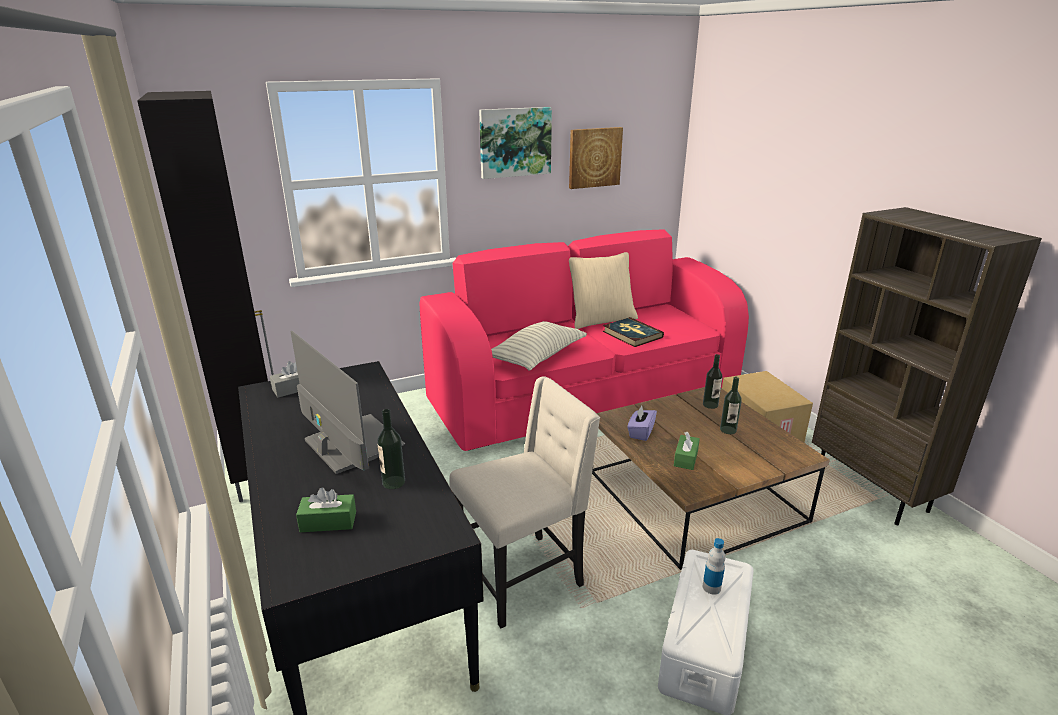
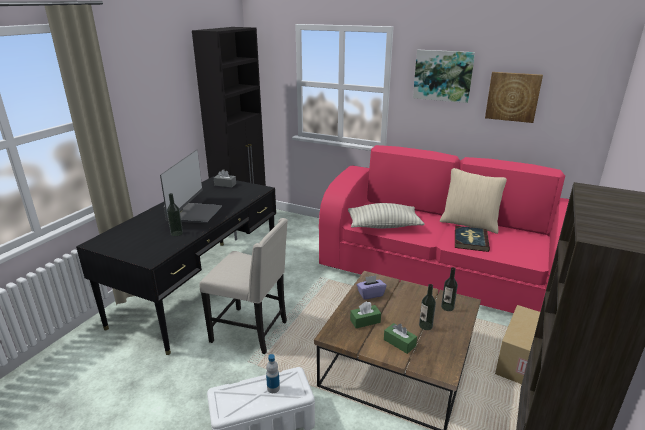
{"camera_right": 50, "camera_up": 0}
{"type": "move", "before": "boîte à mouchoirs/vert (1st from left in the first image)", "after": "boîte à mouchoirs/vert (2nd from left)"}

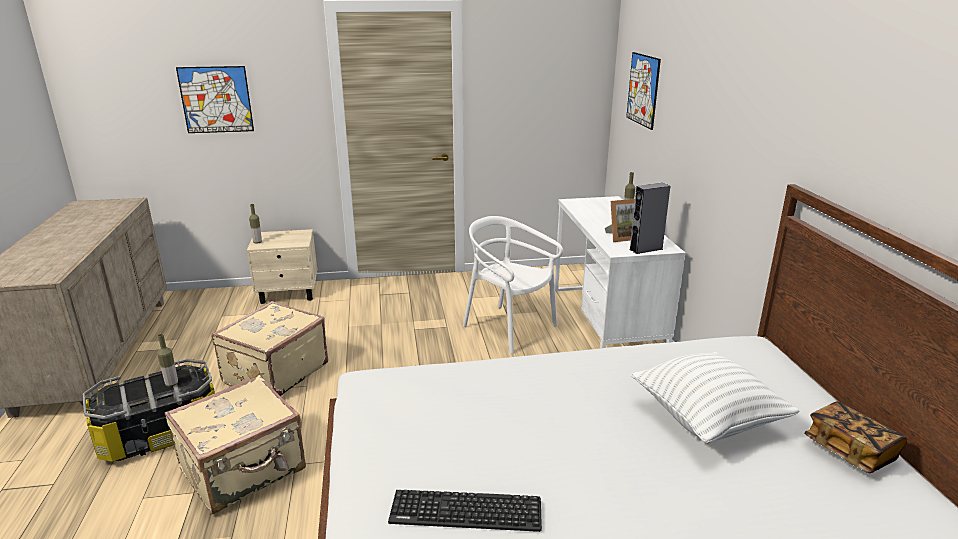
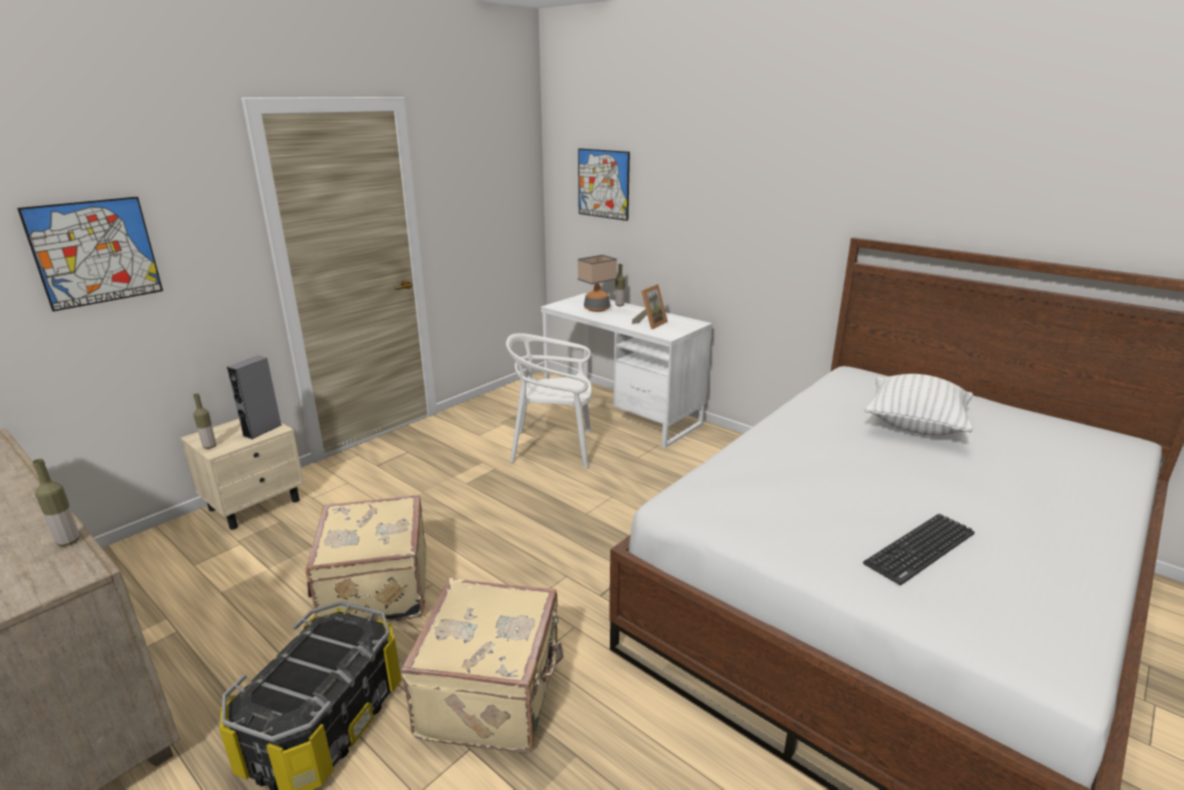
{"camera_right": -40, "camera_up": 0}
{"type": "move", "before": "enceinte/gris"}
{"type": "move", "before": "bouteille (1st from left)"}
{"type": "delete", "before": "livre"}
{"type": "insert", "after": "lampe de table"}

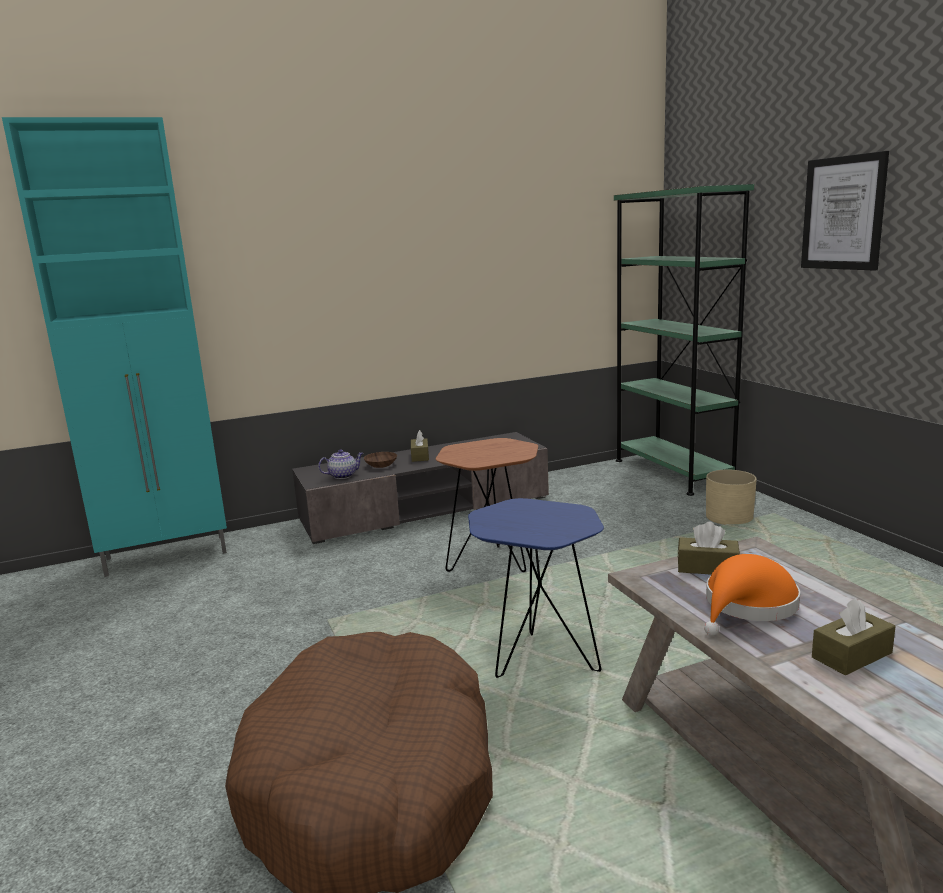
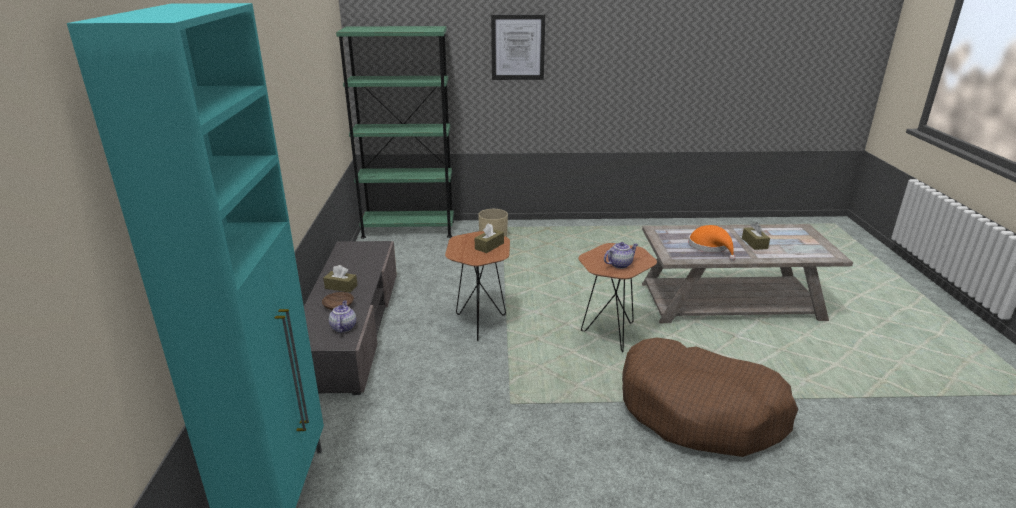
{"camera_right": -70, "camera_up": 10}
{"type": "recolor", "before": "table d'appoint/bleu", "after": "table d'appoint/marron (2nd from left)"}
{"type": "move", "before": "boîte à mouchoirs/marron (2nd from left)"}
{"type": "insert", "after": "théière (2nd from left)"}

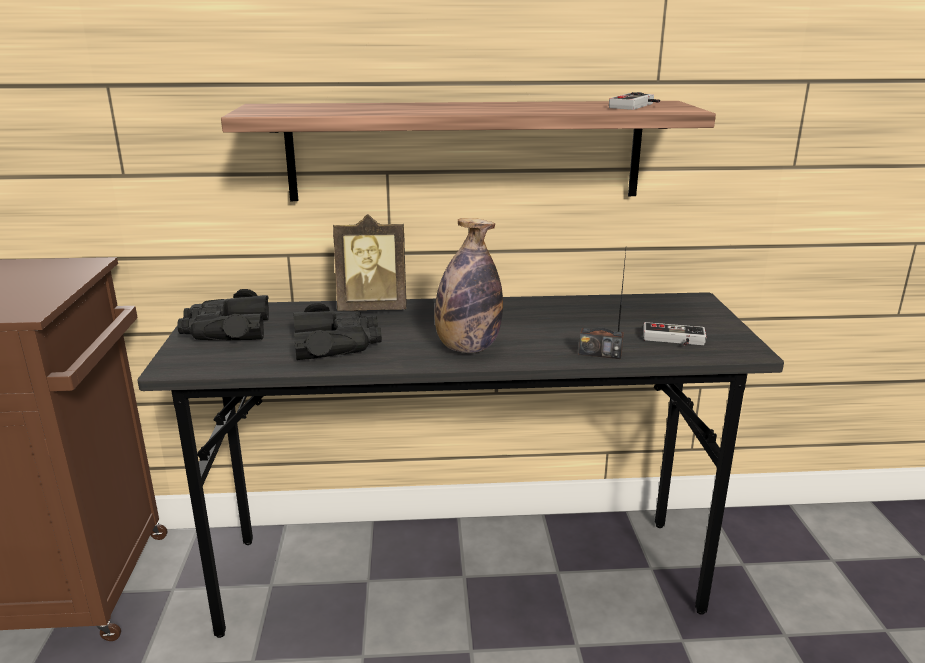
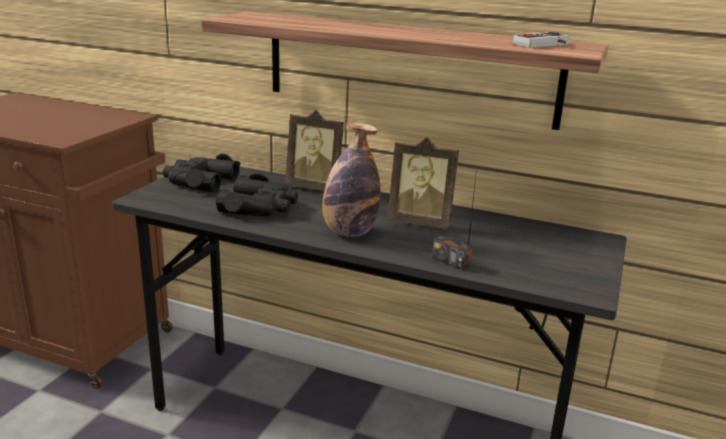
{"camera_right": 25, "camera_up": 0}
{"type": "delete", "before": "manette (2nd from left)"}
{"type": "insert", "after": "cadre photo (2nd from left)"}

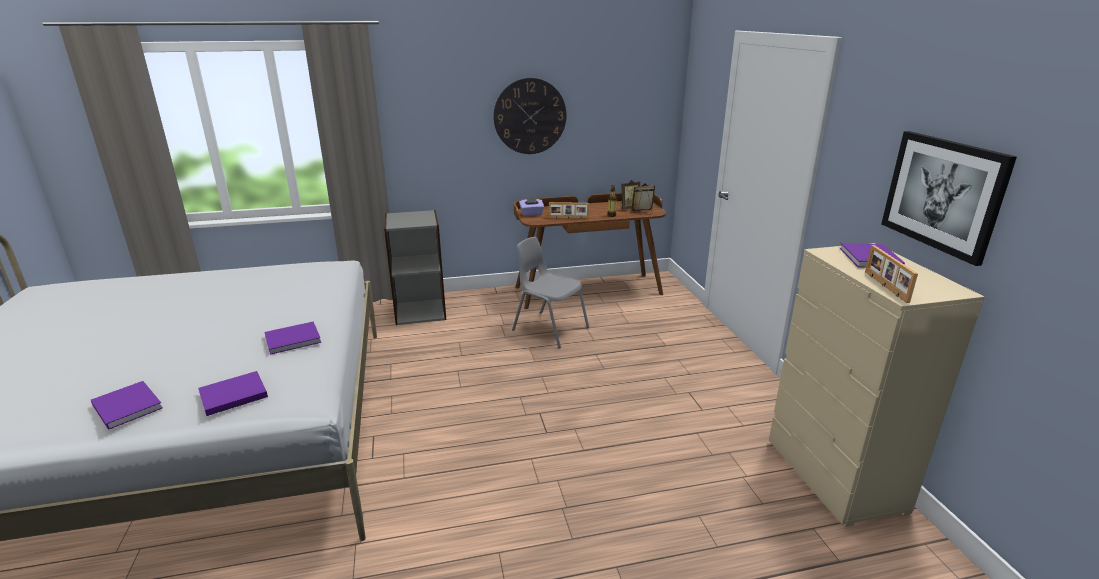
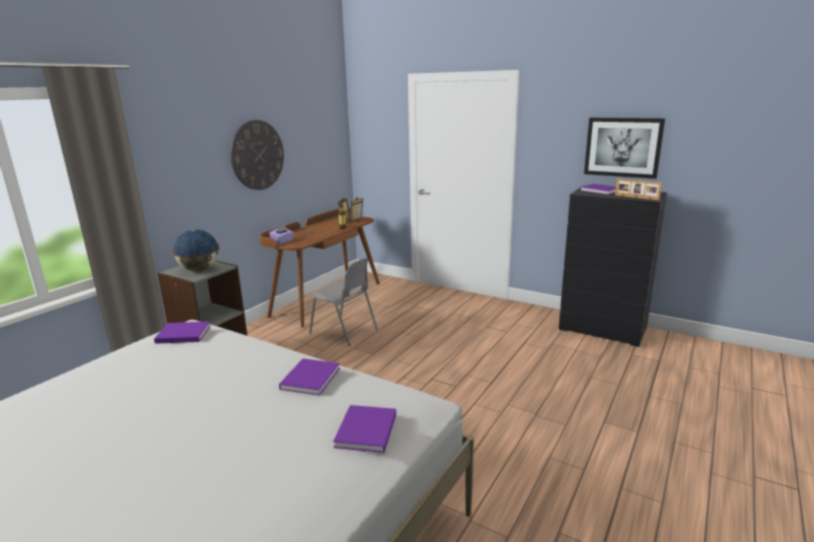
{"camera_right": -45, "camera_up": -5}
{"type": "delete", "before": "cadre photo (1st from left)"}
{"type": "rotate", "before": "chaise/gris", "turn": -135}
{"type": "recolor", "before": "commode/beige", "after": "commode/noir"}
{"type": "move", "before": "livre/violet (1st from left)"}
{"type": "insert", "after": "globe"}

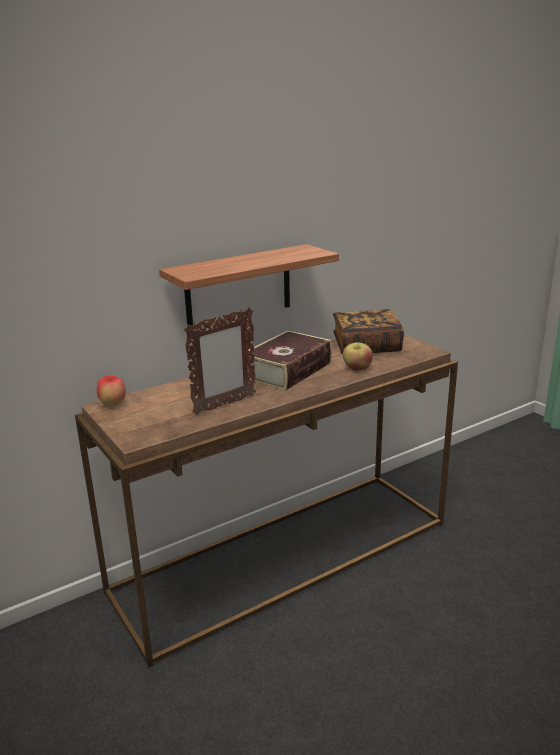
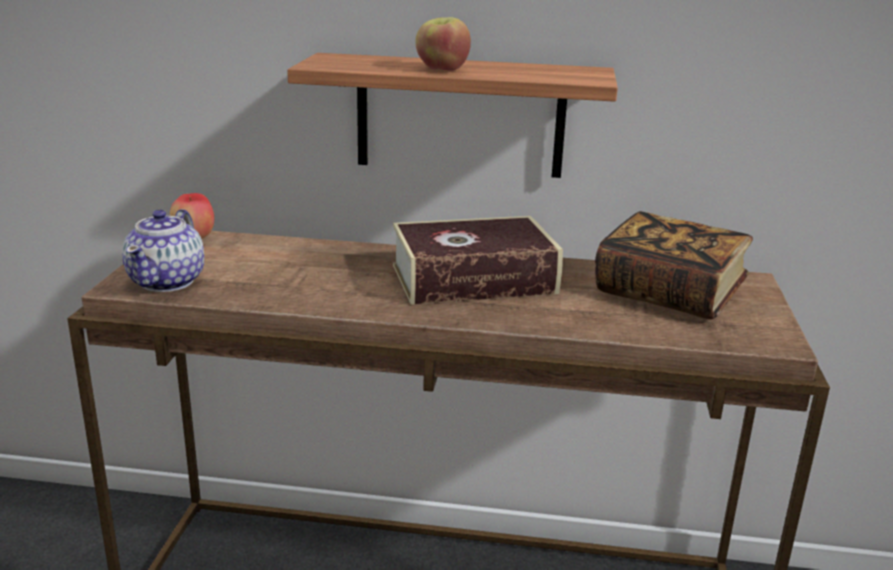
{"camera_right": 40, "camera_up": 0}
{"type": "delete", "before": "cadre photo"}
{"type": "move", "before": "pomme (2nd from left)"}
{"type": "insert", "after": "théière"}

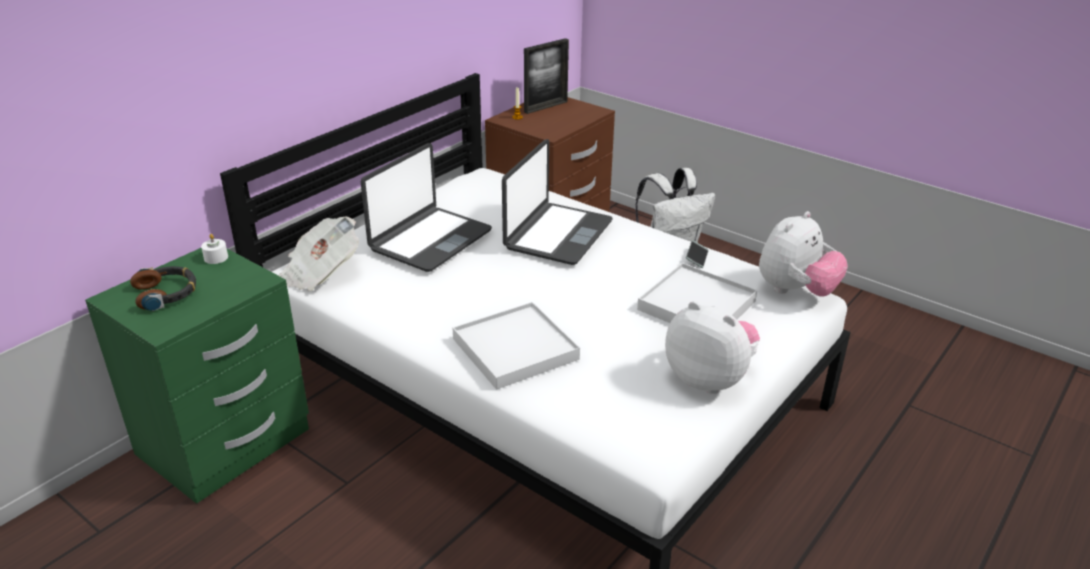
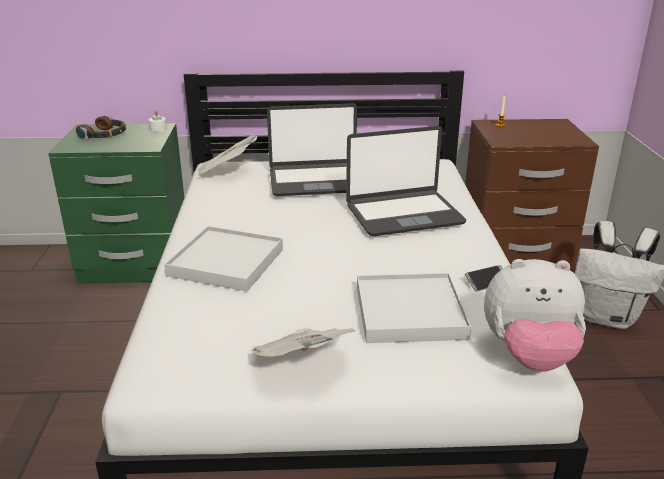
{"camera_right": 50, "camera_up": -5}
{"type": "delete", "before": "cadre photo"}
{"type": "replace", "before": "peluche (1st from left)", "after": "journal (2nd from left)"}

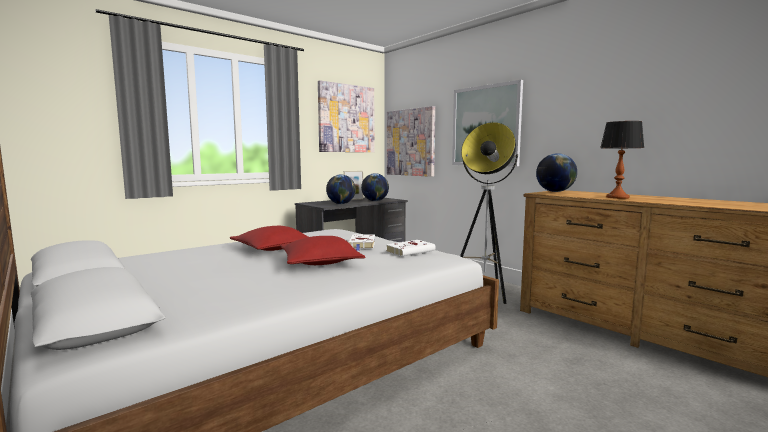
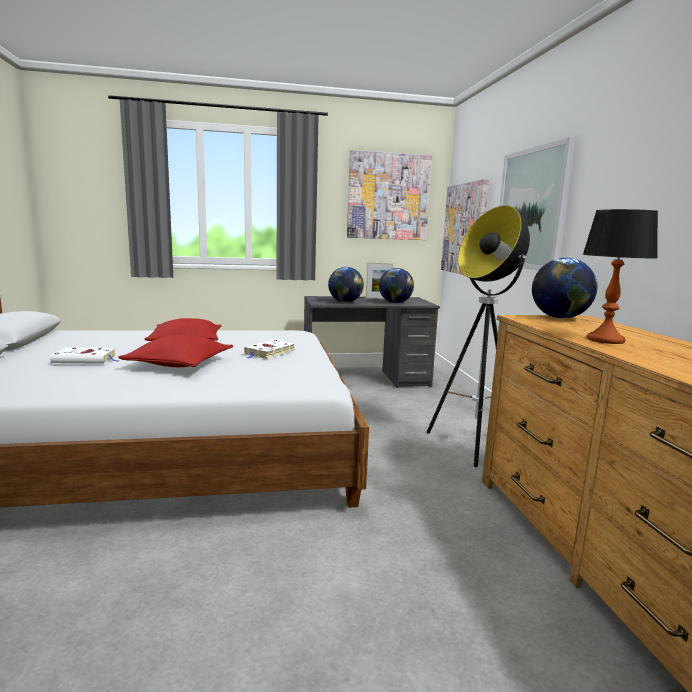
{"camera_right": 30, "camera_up": 5}
{"type": "move", "before": "livre/blanc (2nd from left in the first image)", "after": "livre/blanc (1st from left)"}

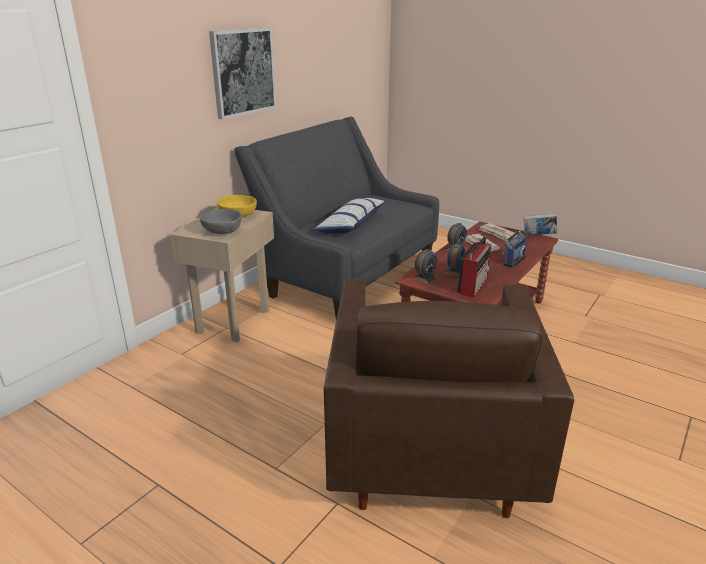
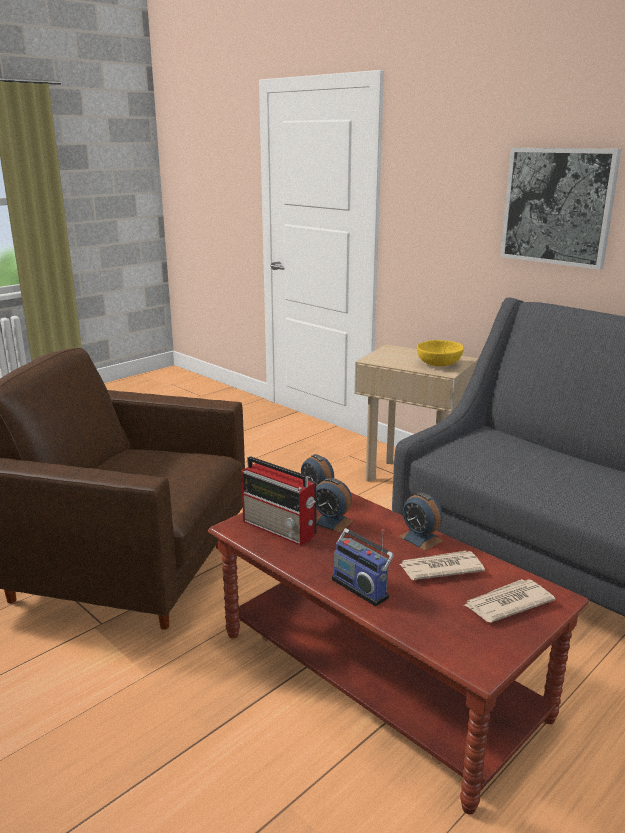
{"camera_right": 100, "camera_up": -5}
{"type": "delete", "before": "coussin"}
{"type": "delete", "before": "bol/gris"}
{"type": "delete", "before": "livre"}

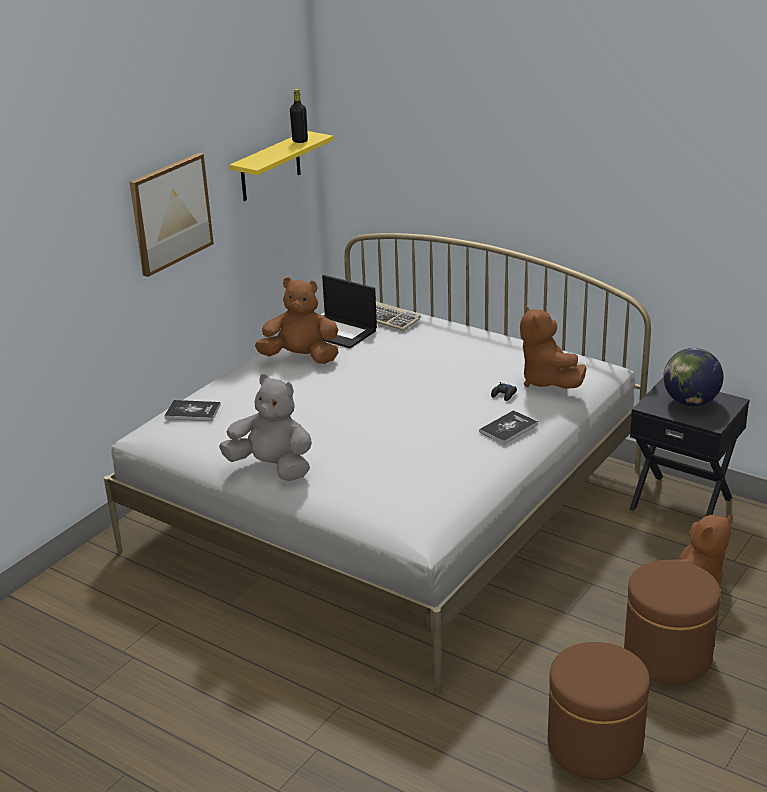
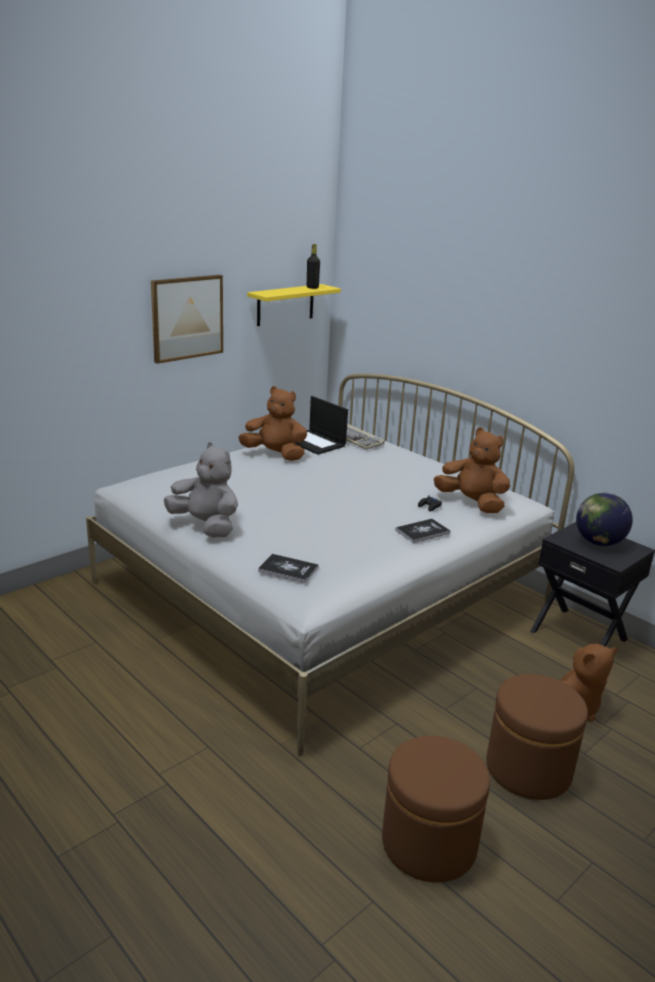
{"camera_right": 10, "camera_up": -5}
{"type": "rotate", "before": "peluche/marron (2nd from left)", "turn": 135}
{"type": "move", "before": "livre (1st from left)"}

